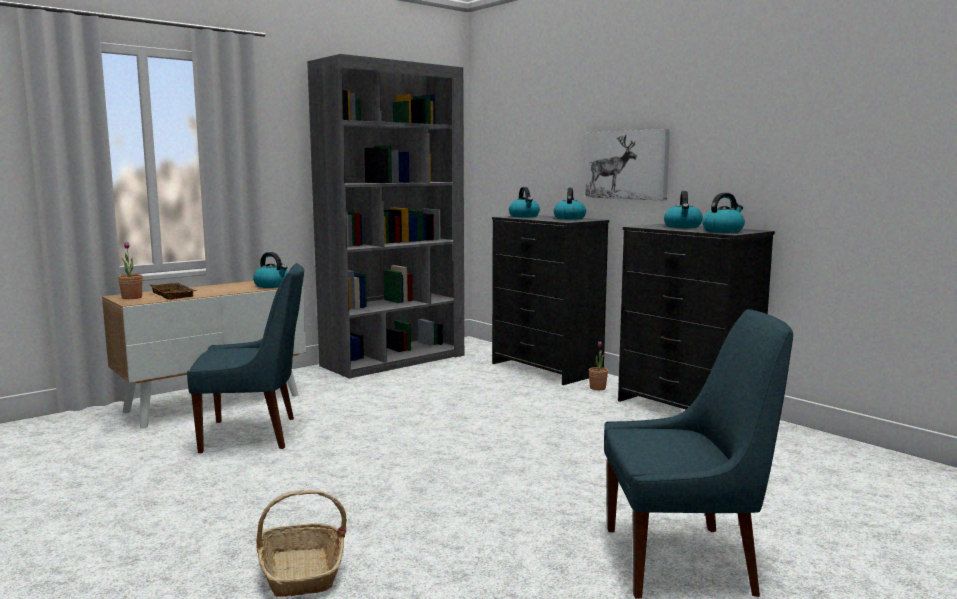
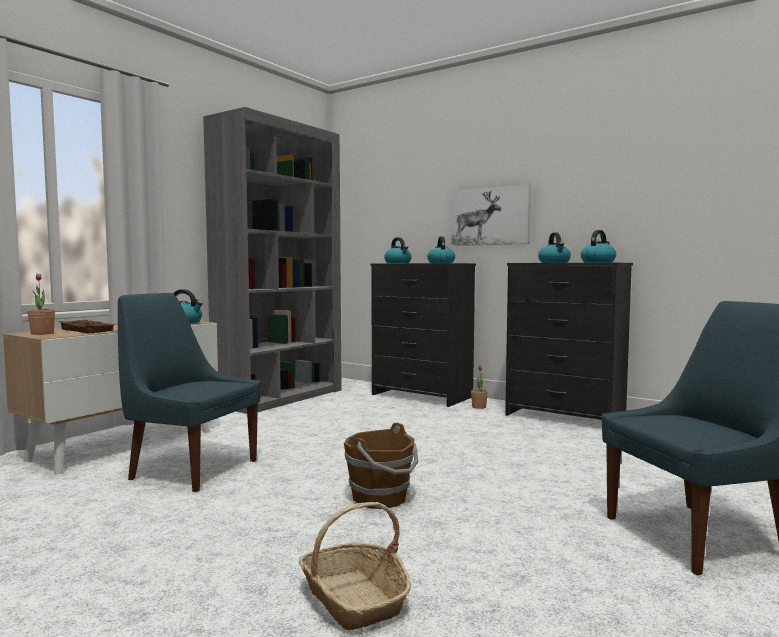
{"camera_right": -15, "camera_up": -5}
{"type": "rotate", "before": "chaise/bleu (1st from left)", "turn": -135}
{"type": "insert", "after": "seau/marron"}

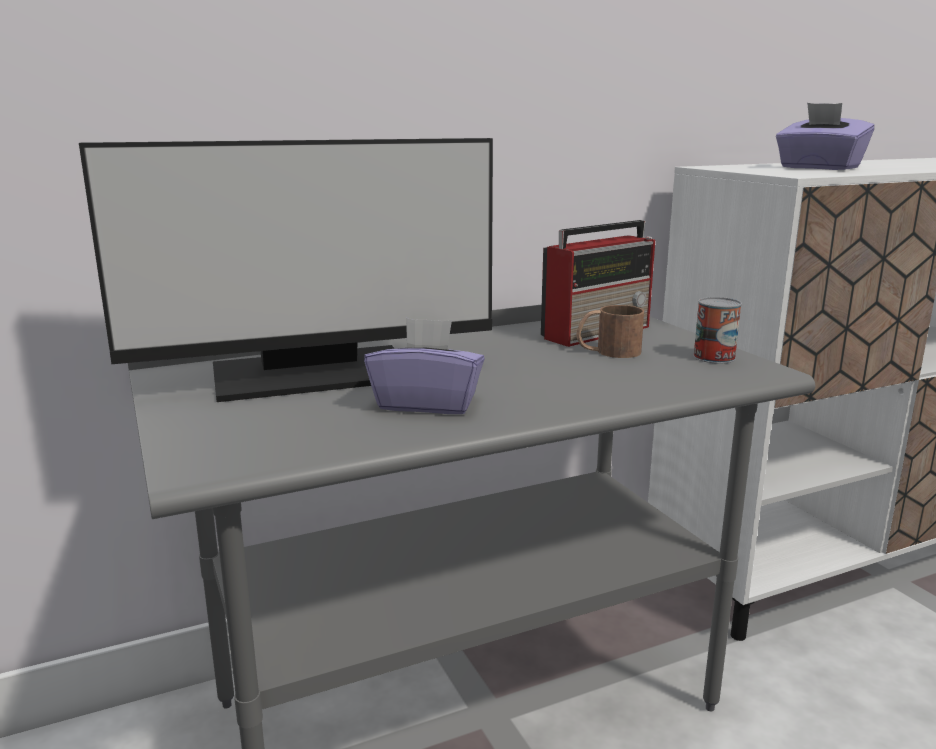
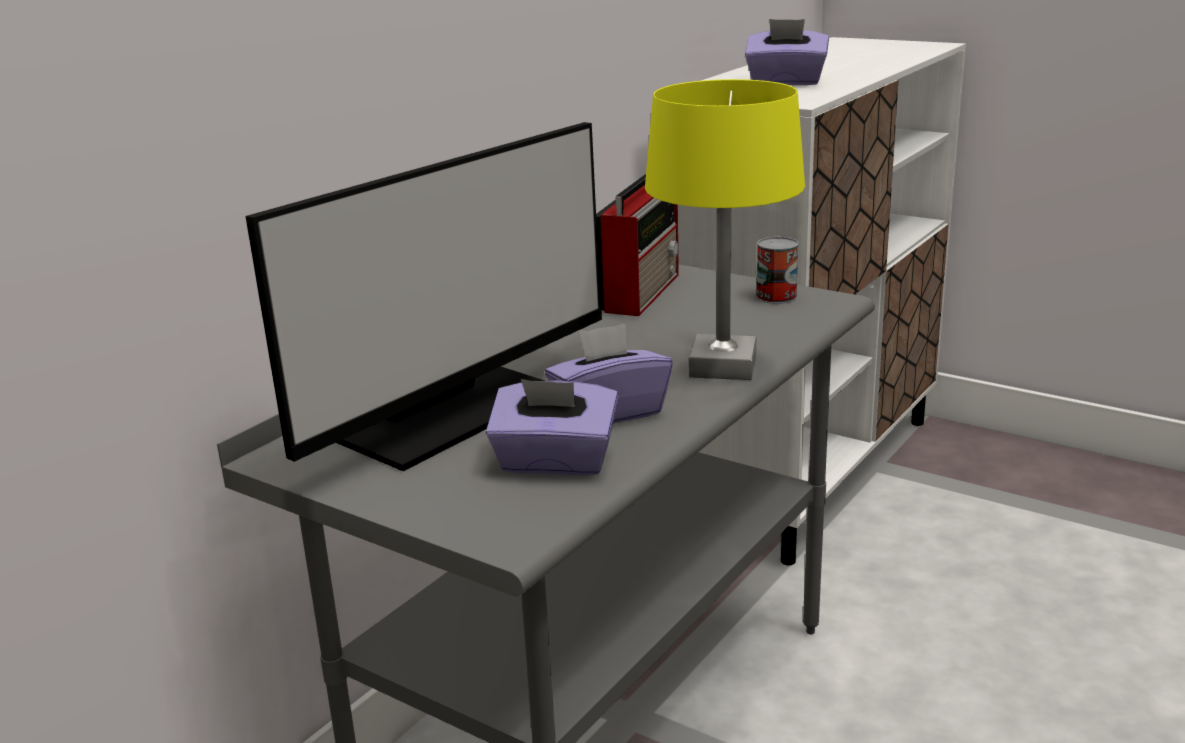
{"camera_right": -30, "camera_up": 5}
{"type": "delete", "before": "mug/marron"}
{"type": "insert", "after": "lampe de table/jaune"}
{"type": "insert", "after": "boîte à mouchoirs/violet (1st from left)"}

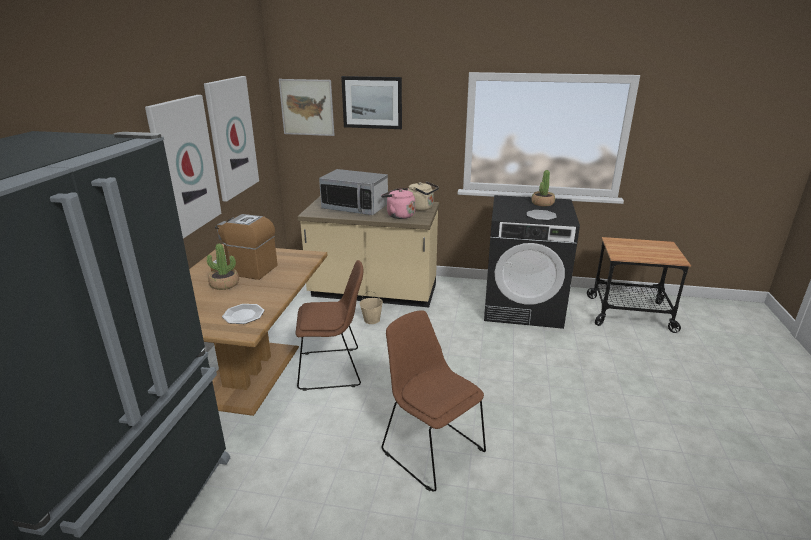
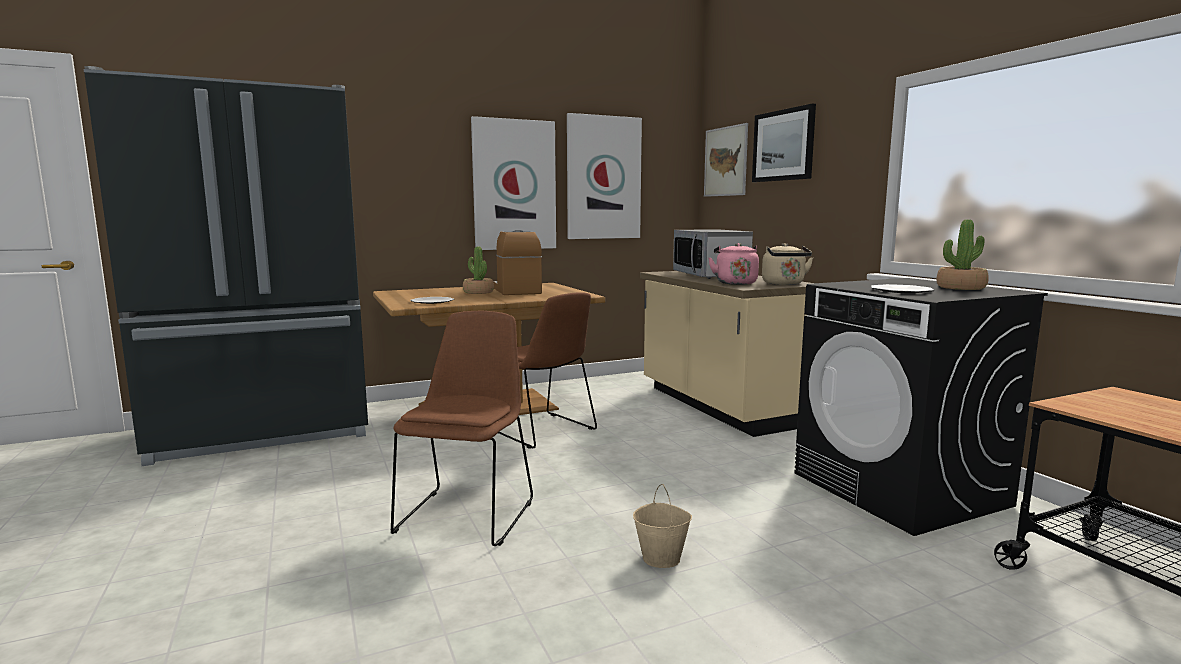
{"camera_right": 55, "camera_up": -15}
{"type": "move", "before": "seau/beige"}

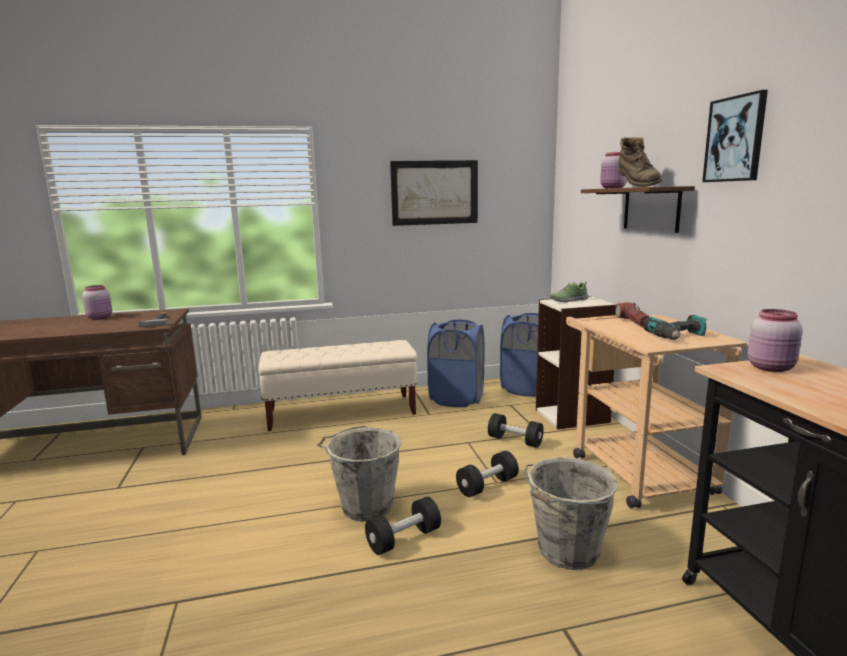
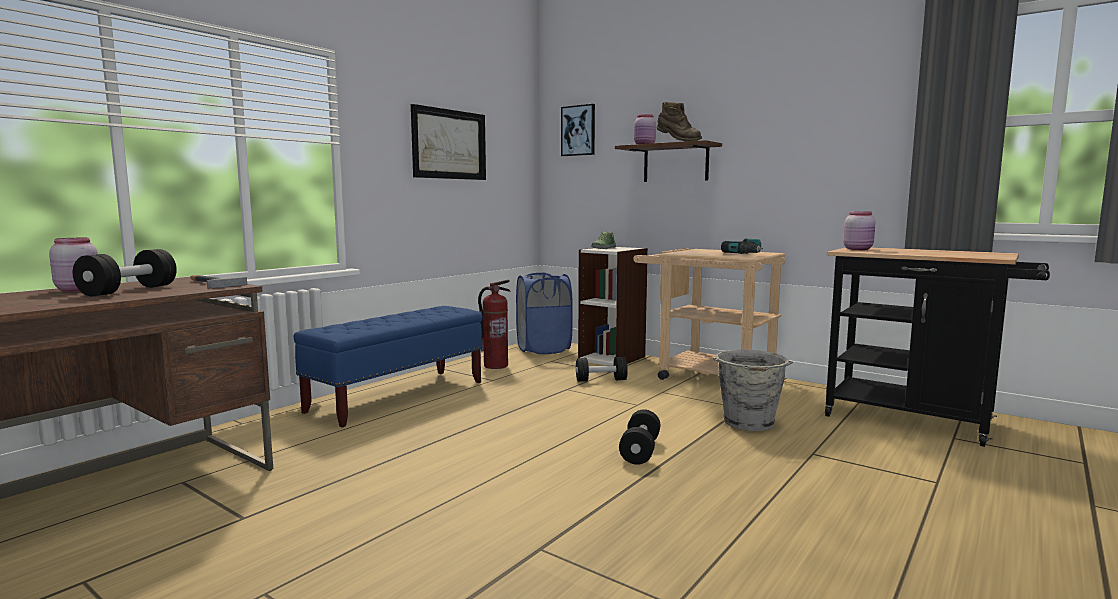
{"camera_right": -40, "camera_up": -5}
{"type": "move", "before": "tableau (2nd from left)"}
{"type": "delete", "before": "lampe de poche"}
{"type": "replace", "before": "panier à linge/bleu (1st from left)", "after": "extincteur"}
{"type": "recolor", "before": "banc/beige", "after": "banc/bleu"}
{"type": "delete", "before": "seau/gris (1st from left)"}
{"type": "move", "before": "haltère/noir (2nd from left in the first image)", "after": "haltère/noir (1st from left)"}

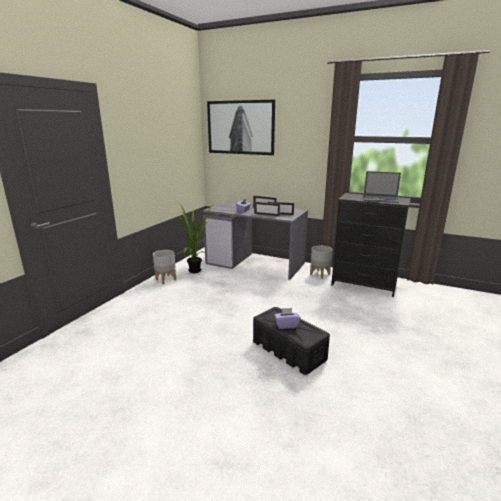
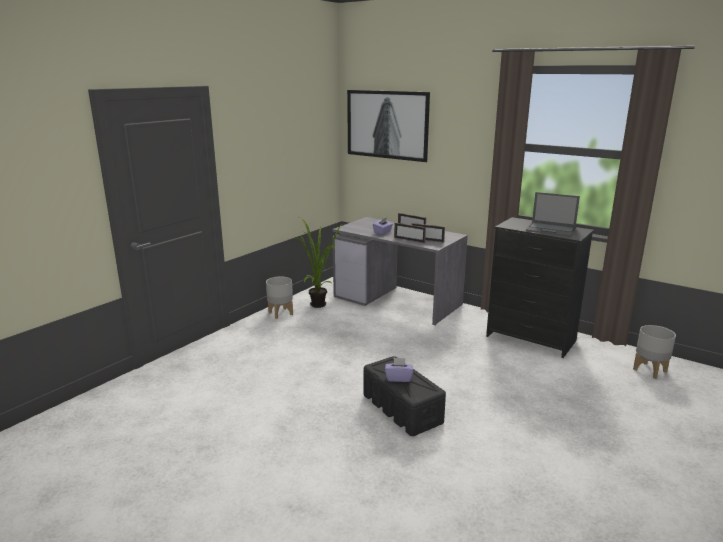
{"camera_right": 10, "camera_up": 0}
{"type": "move", "before": "cache-pot/gris (2nd from left)"}

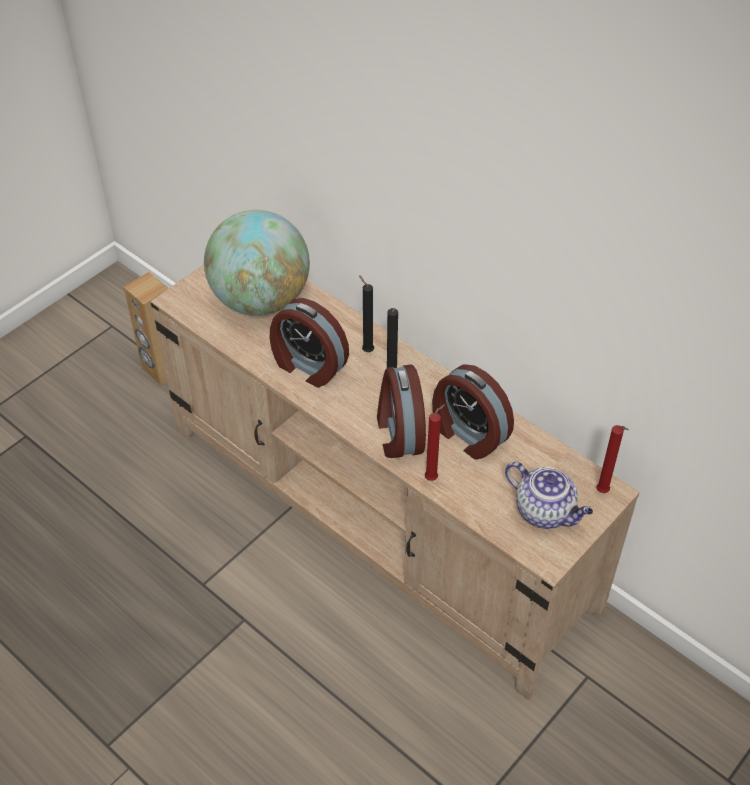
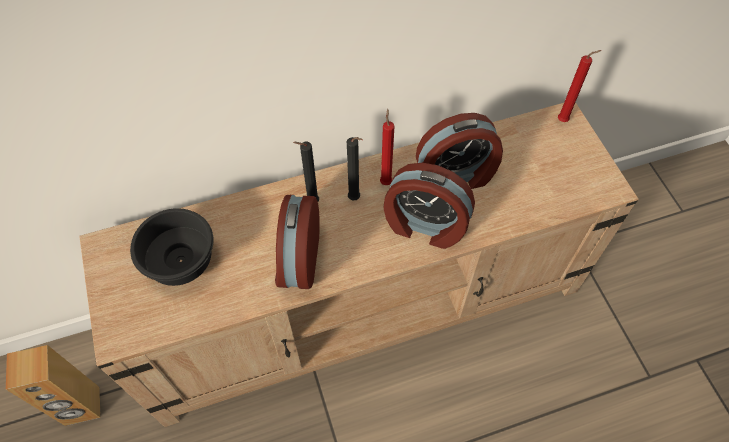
{"camera_right": -60, "camera_up": 10}
{"type": "replace", "before": "globe", "after": "bol/noir"}
{"type": "rotate", "before": "réveil (1st from left)", "turn": 120}
{"type": "move", "before": "bougie/rouge (1st from left)"}
{"type": "delete", "before": "théière"}

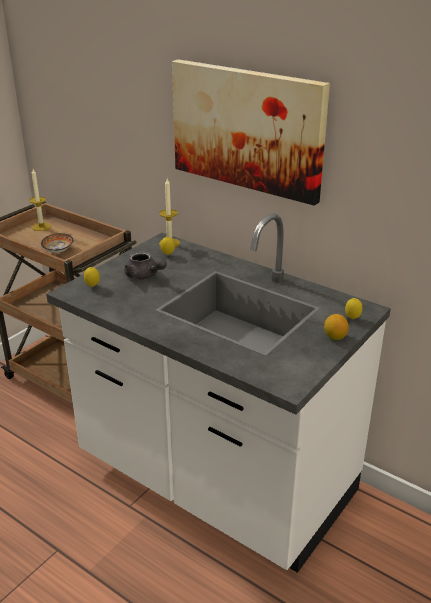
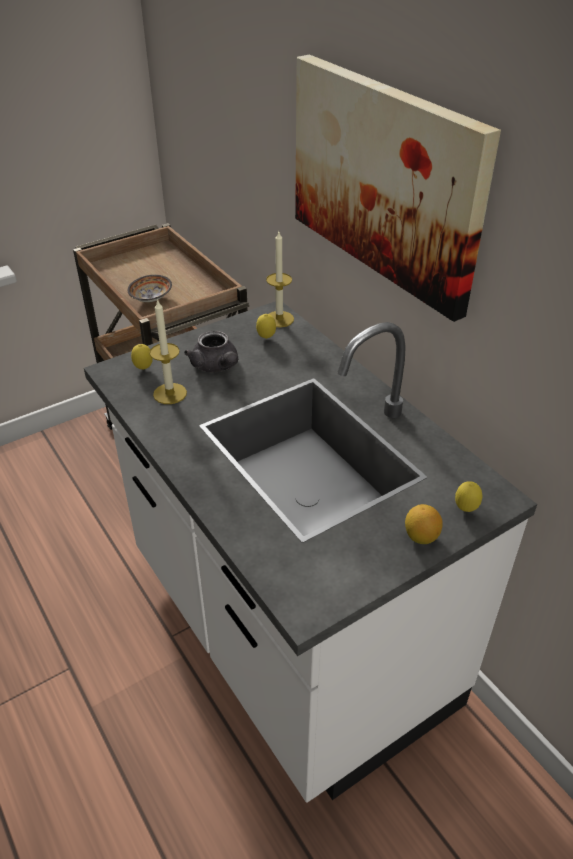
{"camera_right": 20, "camera_up": 10}
{"type": "move", "before": "bougie (1st from left)"}

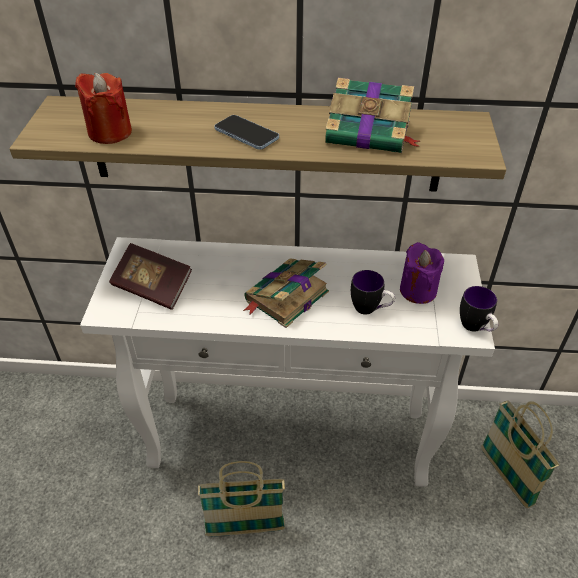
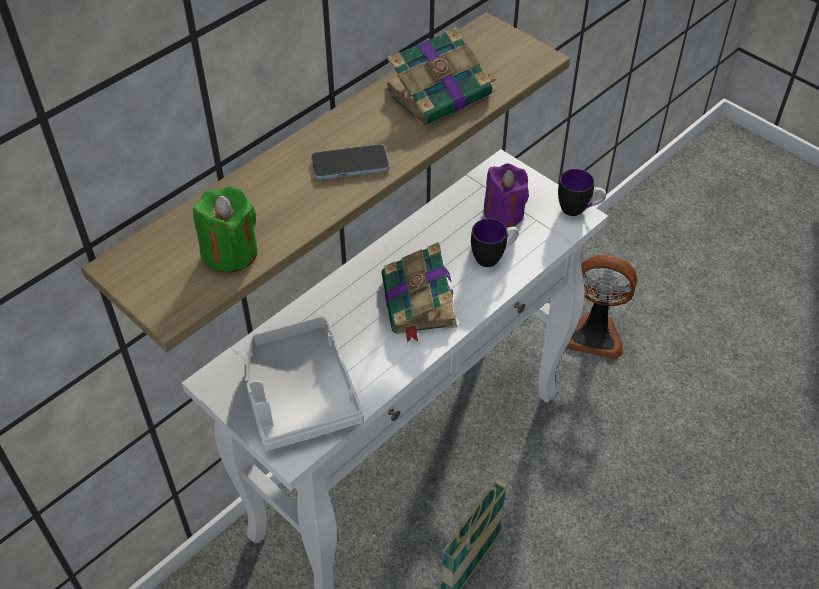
{"camera_right": -50, "camera_up": 5}
{"type": "recolor", "before": "bougie/rouge", "after": "bougie/vert"}
{"type": "replace", "before": "livre (1st from left)", "after": "plateau/gris"}
{"type": "replace", "before": "panier (2nd from left)", "after": "ventilateur"}

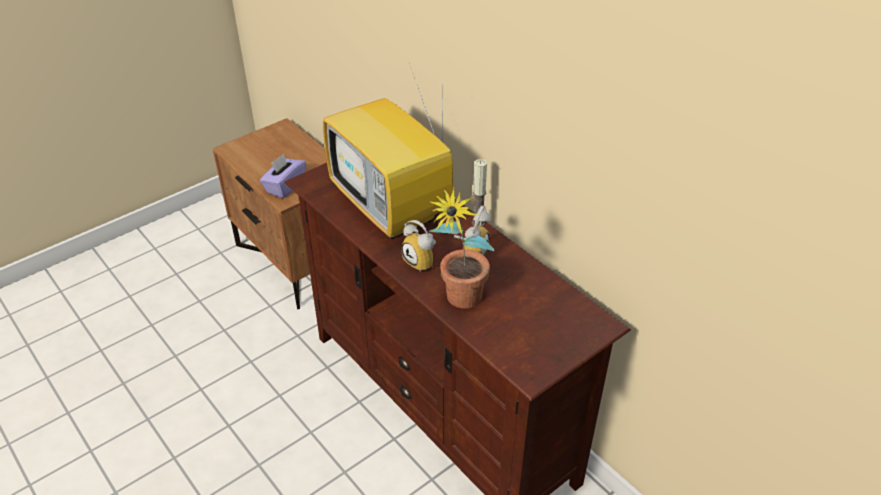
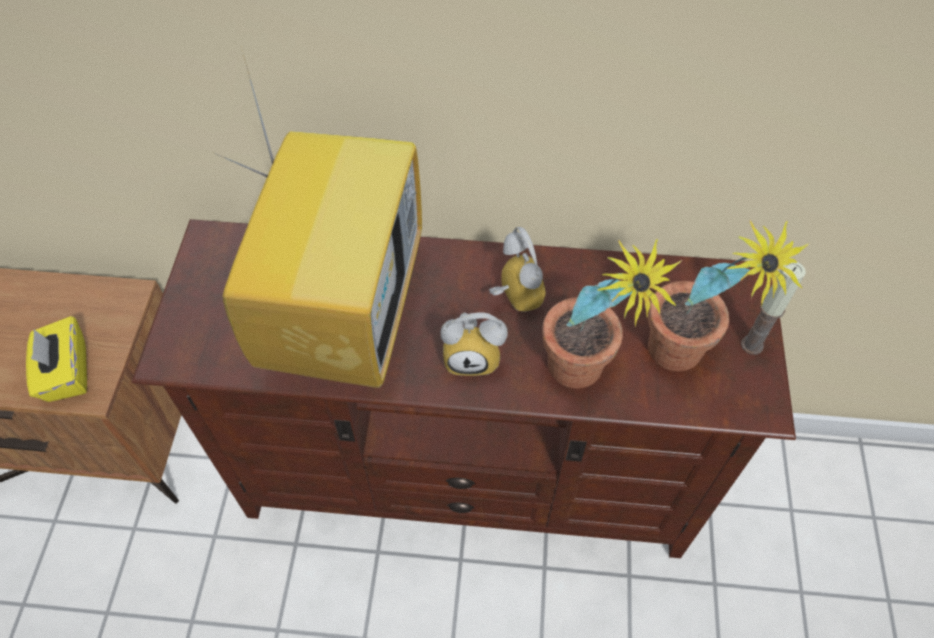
{"camera_right": -45, "camera_up": 15}
{"type": "rotate", "before": "téléviseur", "turn": -90}
{"type": "recolor", "before": "boîte à mouchoirs/violet", "after": "boîte à mouchoirs/jaune"}
{"type": "move", "before": "bougie"}
{"type": "insert", "after": "plante en pot (2nd from left)"}

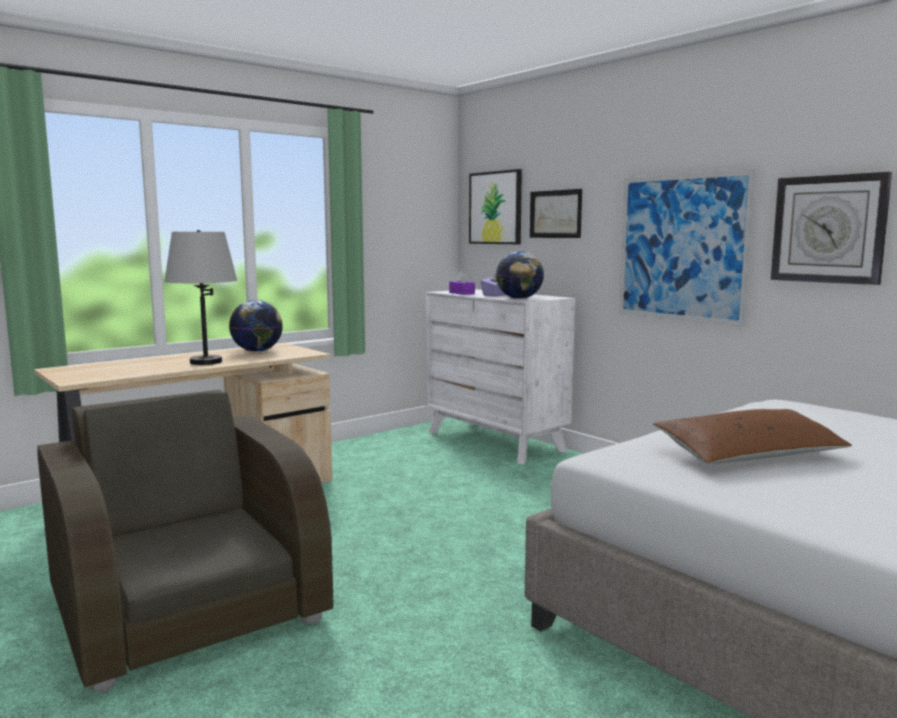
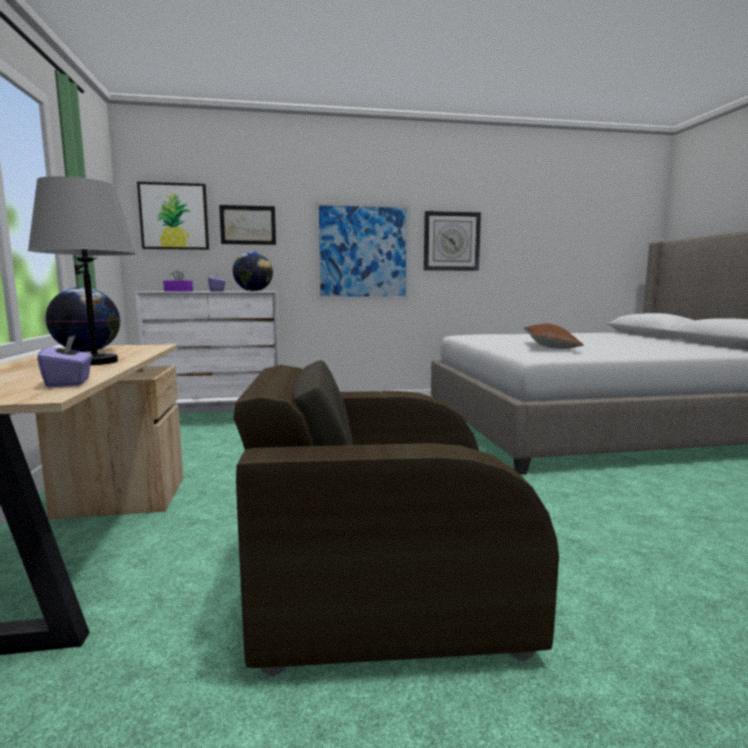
{"camera_right": -60, "camera_up": 0}
{"type": "insert", "after": "boîte à mouchoirs/violet (1st from left)"}

